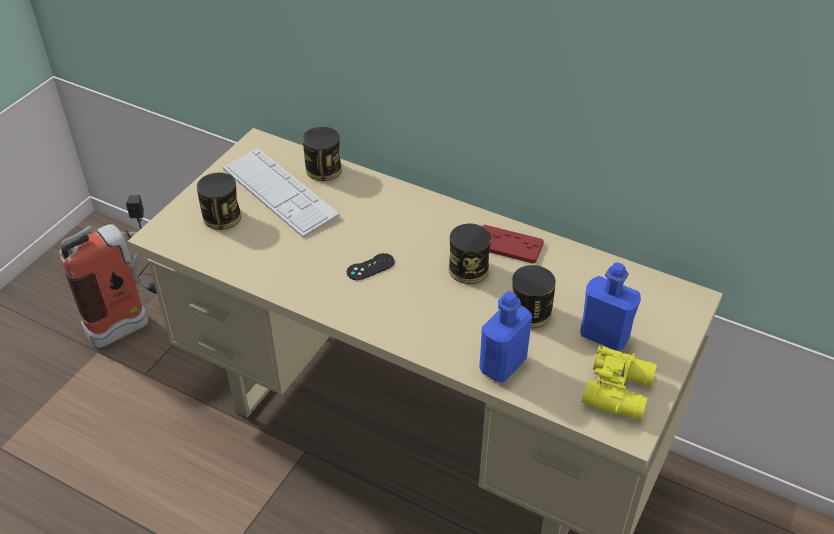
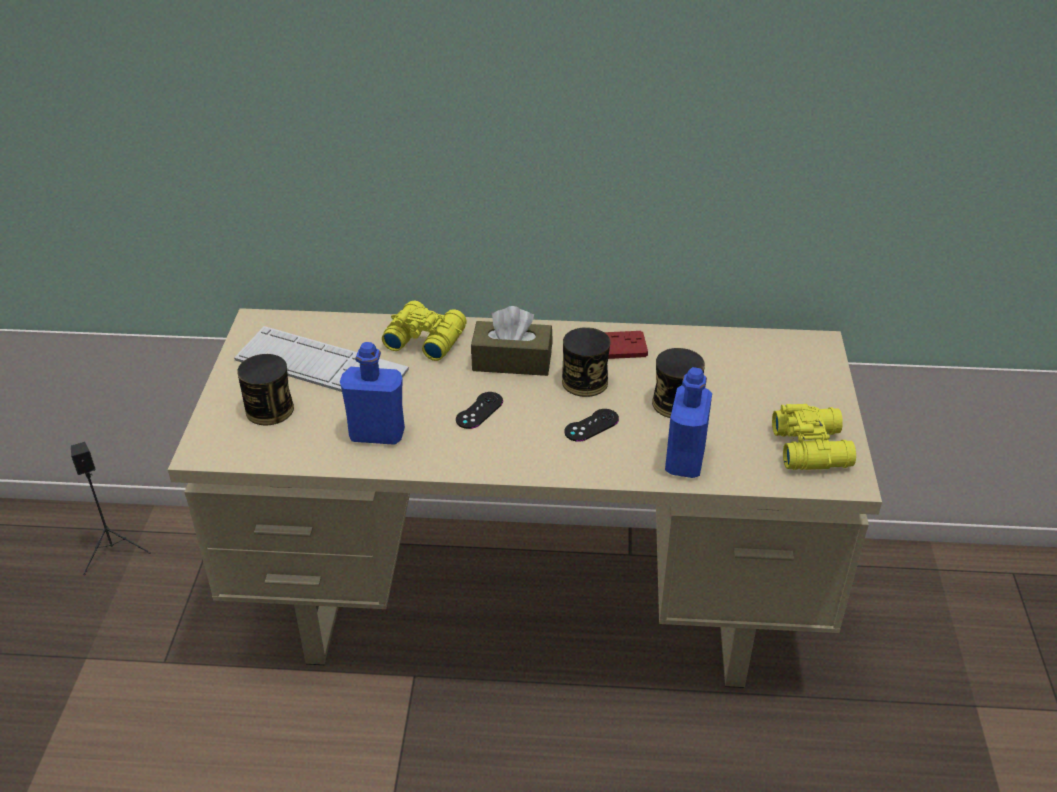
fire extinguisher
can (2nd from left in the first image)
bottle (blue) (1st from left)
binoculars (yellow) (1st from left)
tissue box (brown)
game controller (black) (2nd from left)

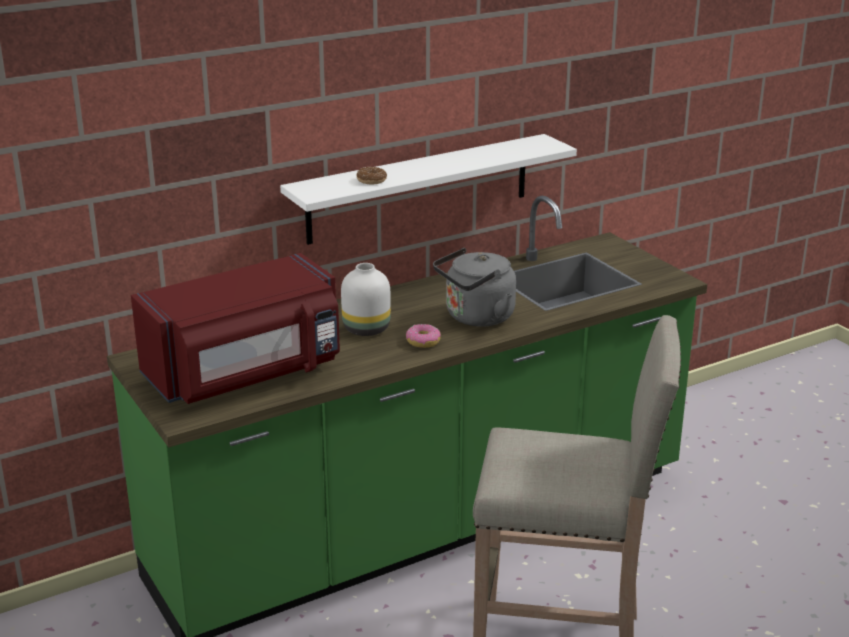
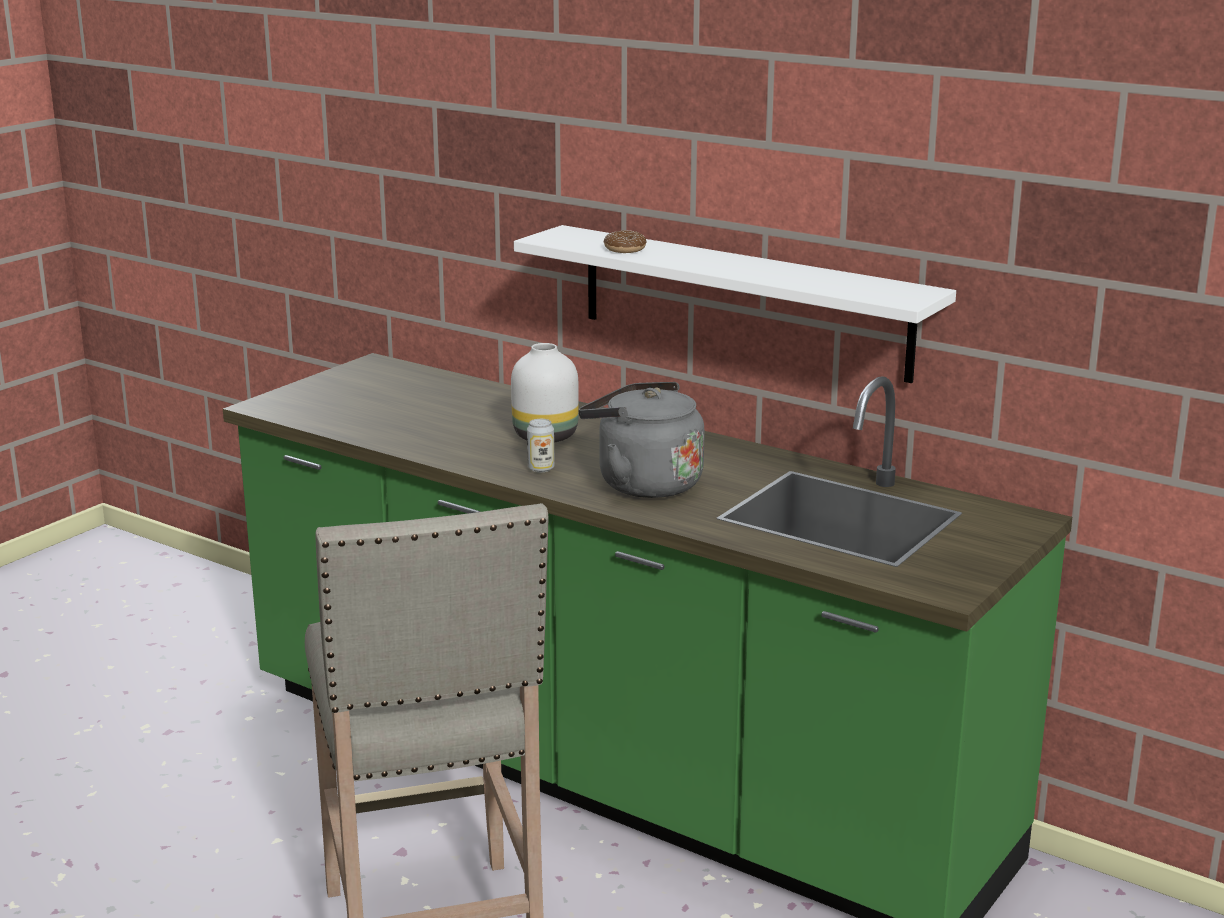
microwave (red)
can

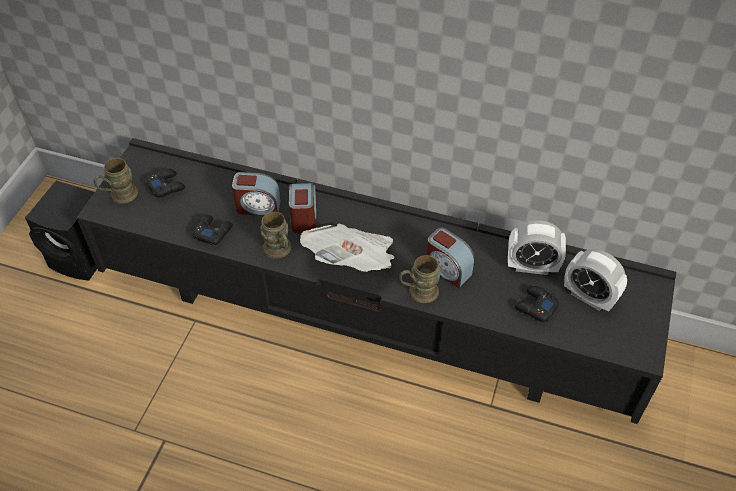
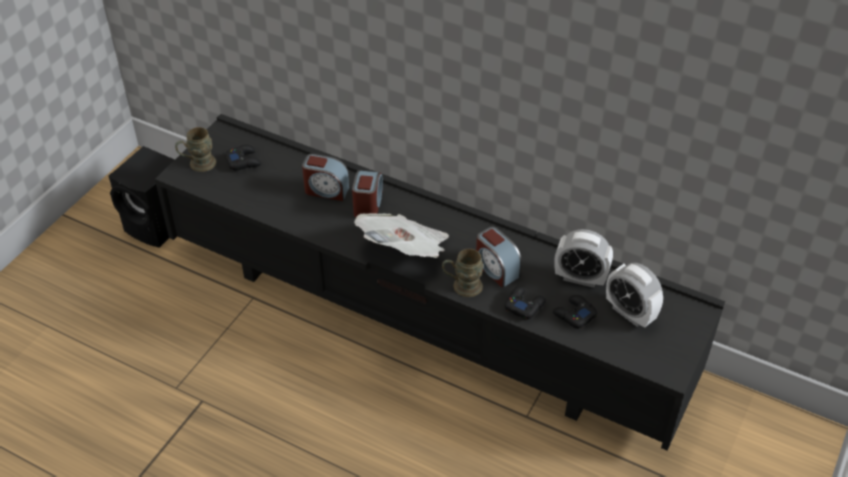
game controller (black) (2nd from left)
mug (brown) (2nd from left in the first image)

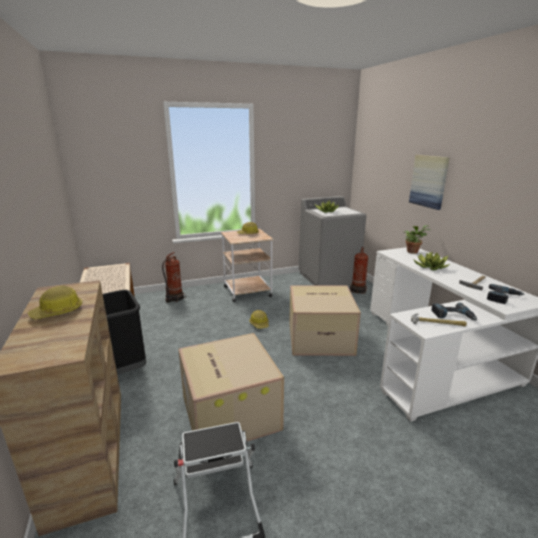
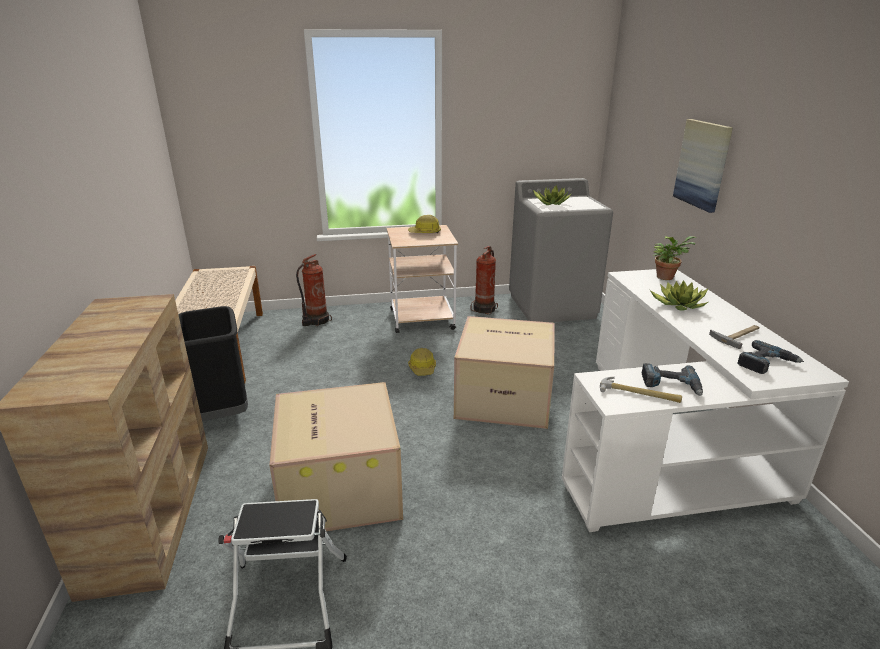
hard hat (1st from left in the first image)
fire extinguisher (2nd from left)

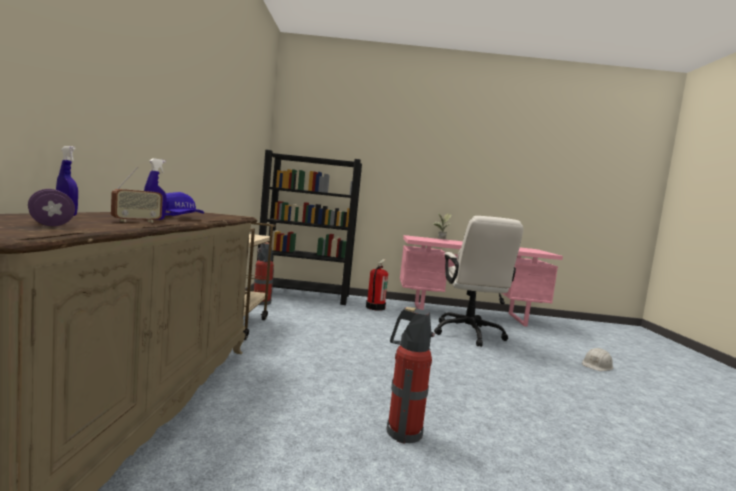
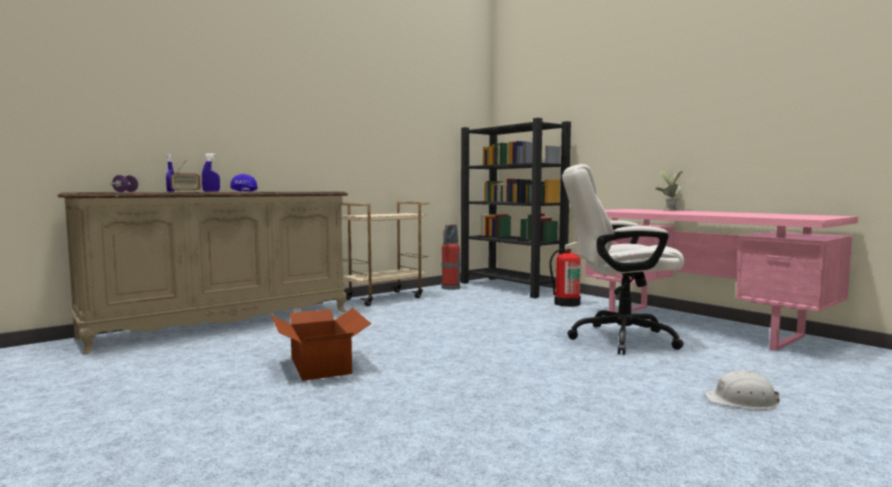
cardboard box
office chair (white)

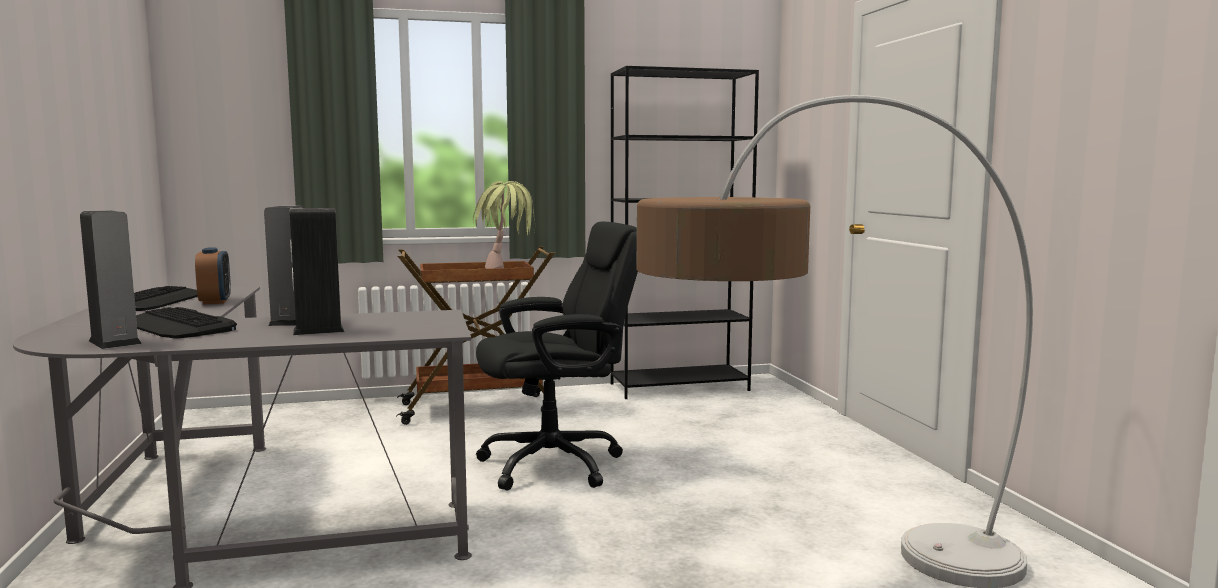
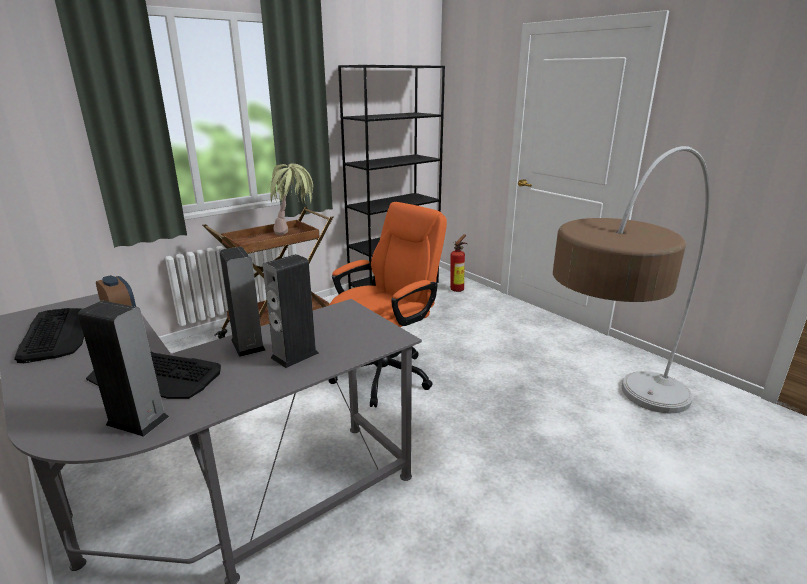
office chair (orange)
fire extinguisher

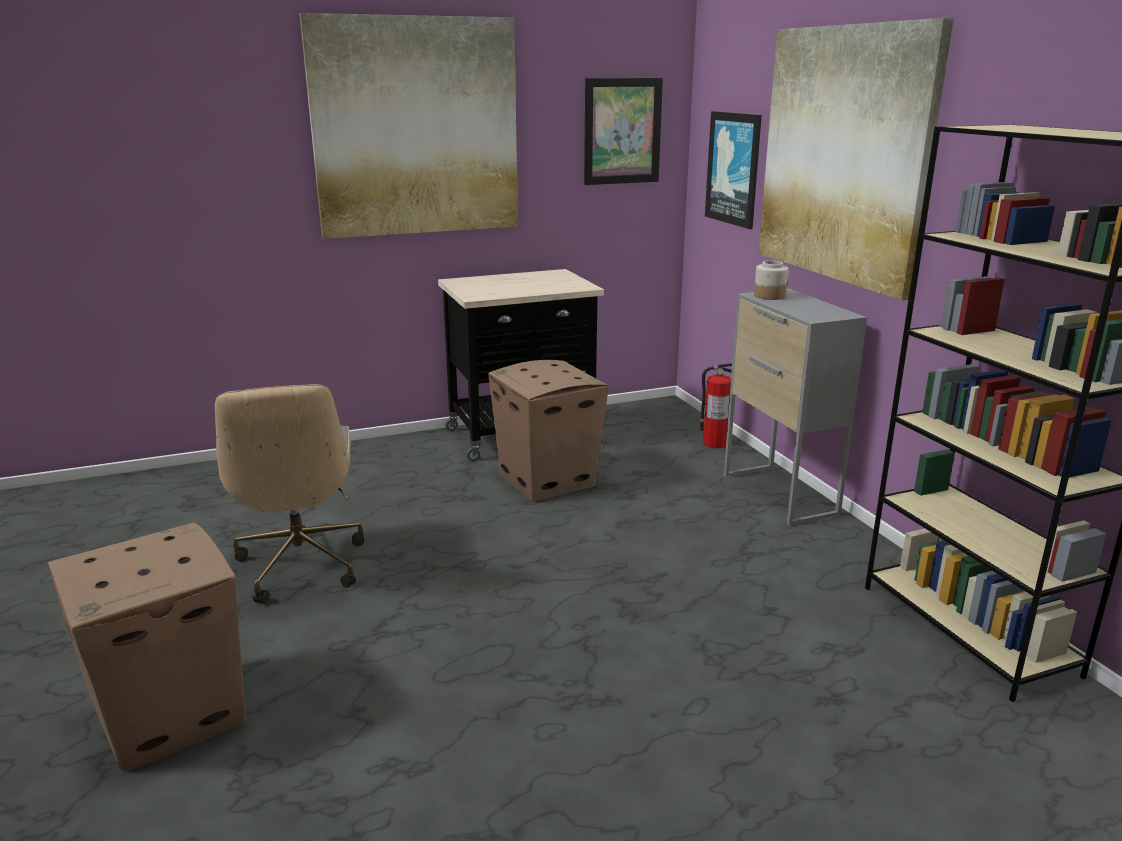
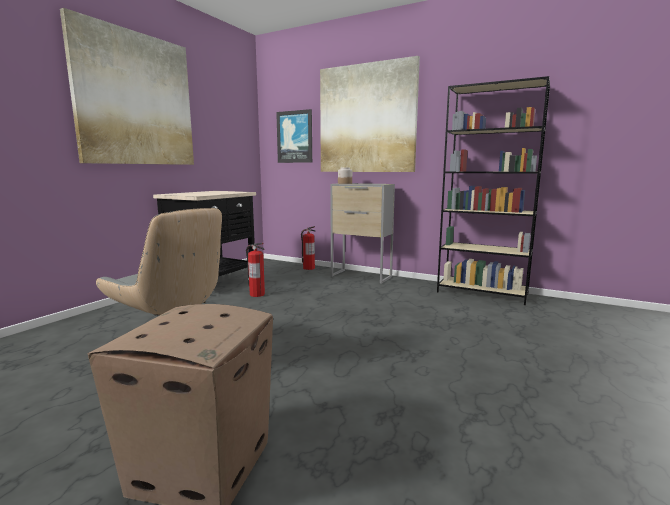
fire extinguisher (1st from left)
picture (2nd from left in the first image)

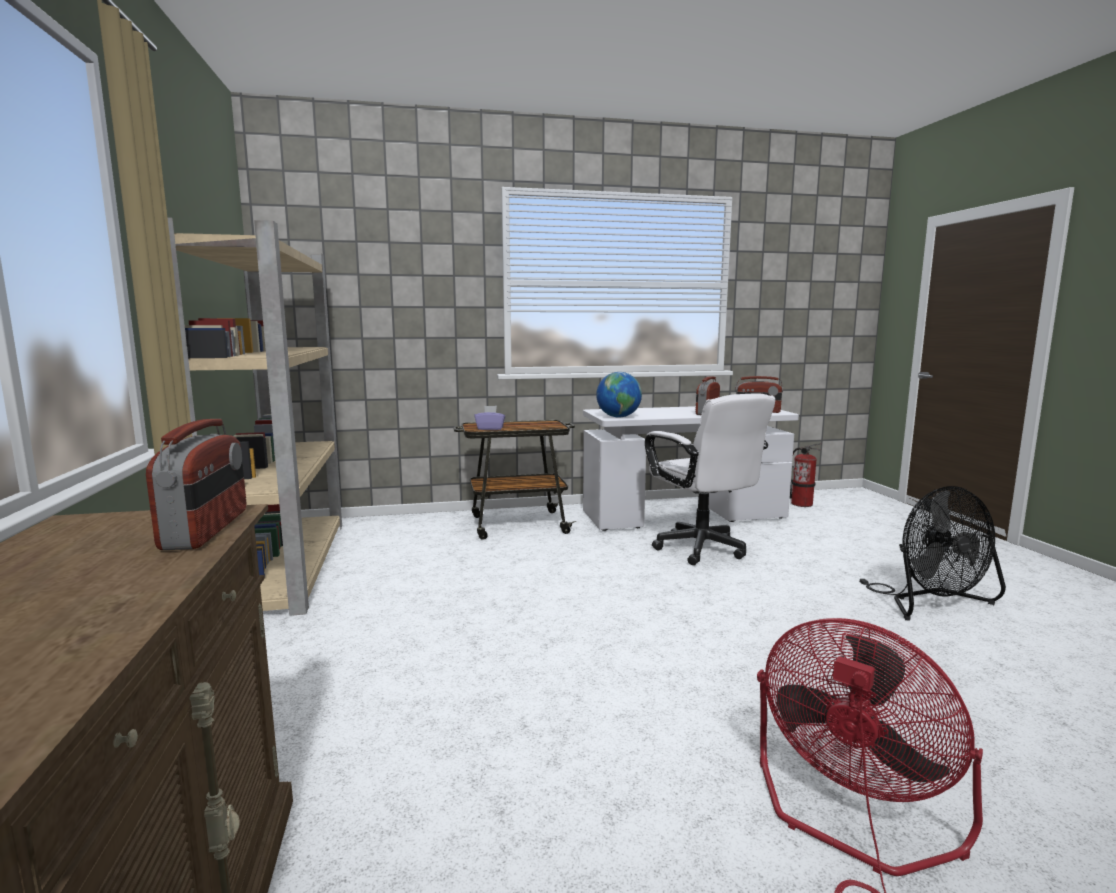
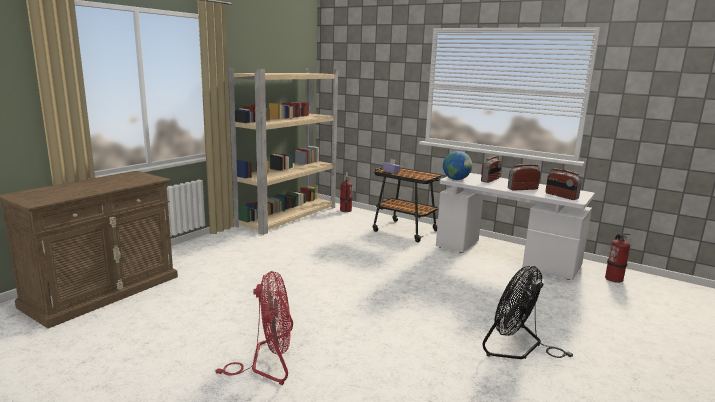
radio (1st from left)
office chair (white)
fan (black)
fire extinguisher (1st from left)

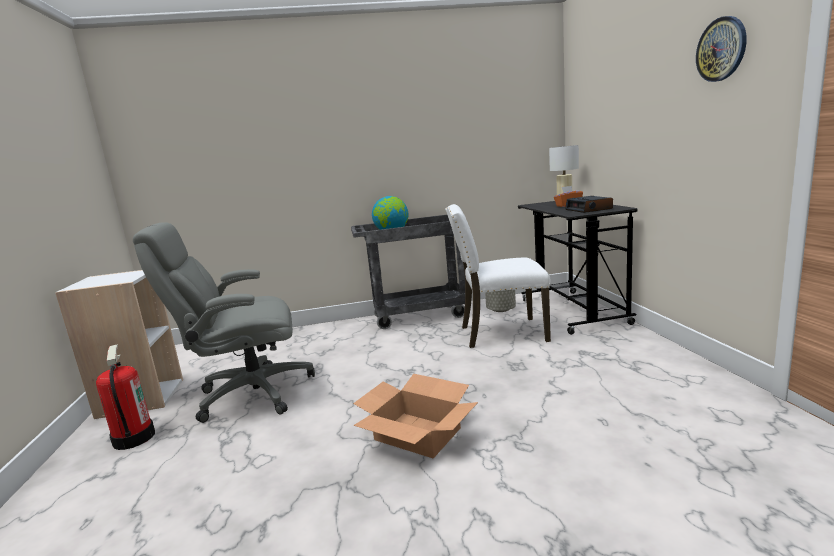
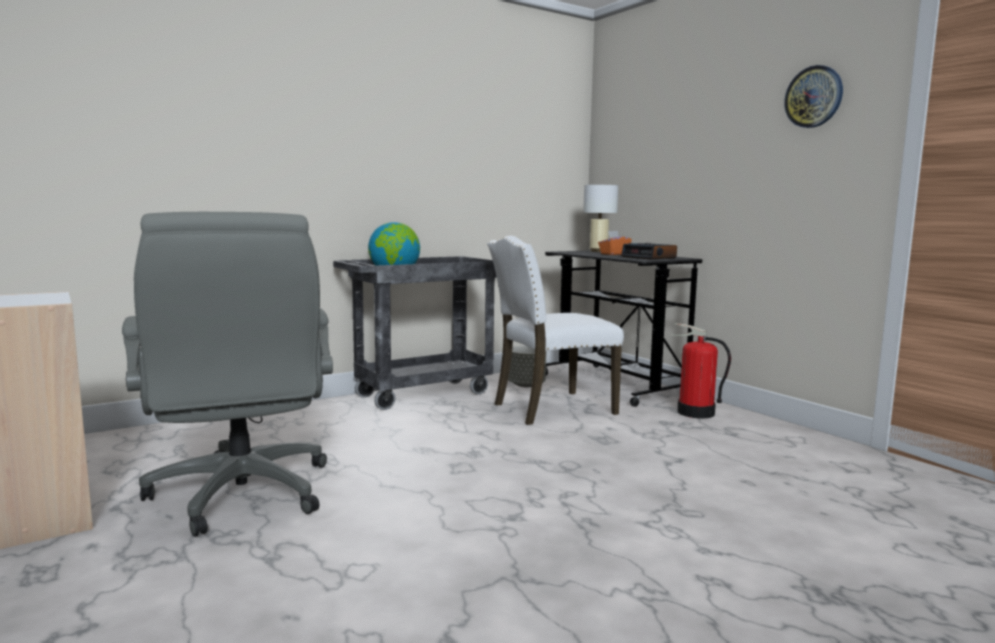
fire extinguisher
office chair (grey)
cardboard box

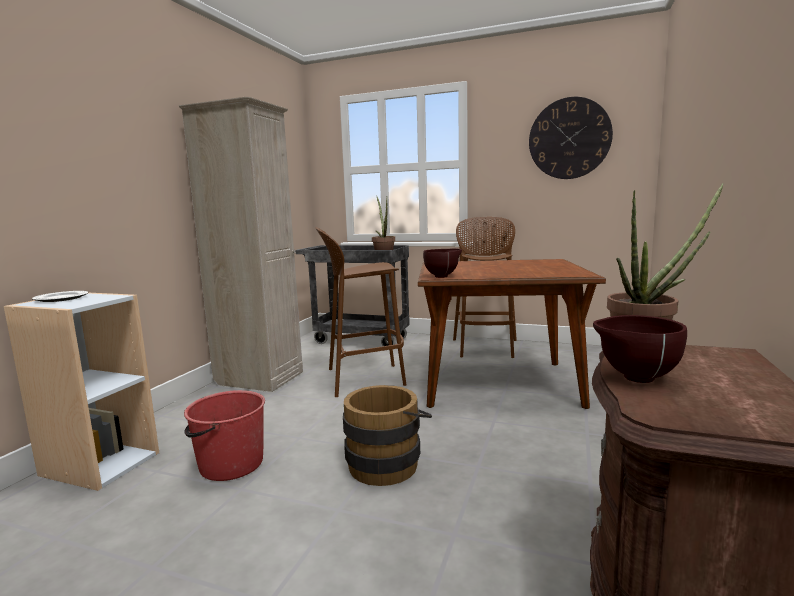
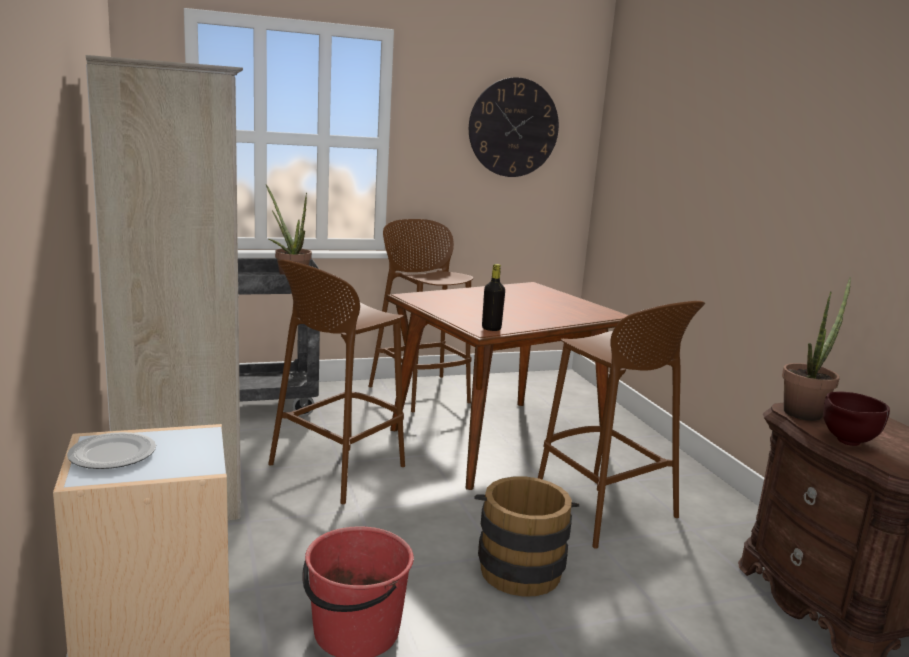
bottle (black)
stool (brown) (3rd from left)

